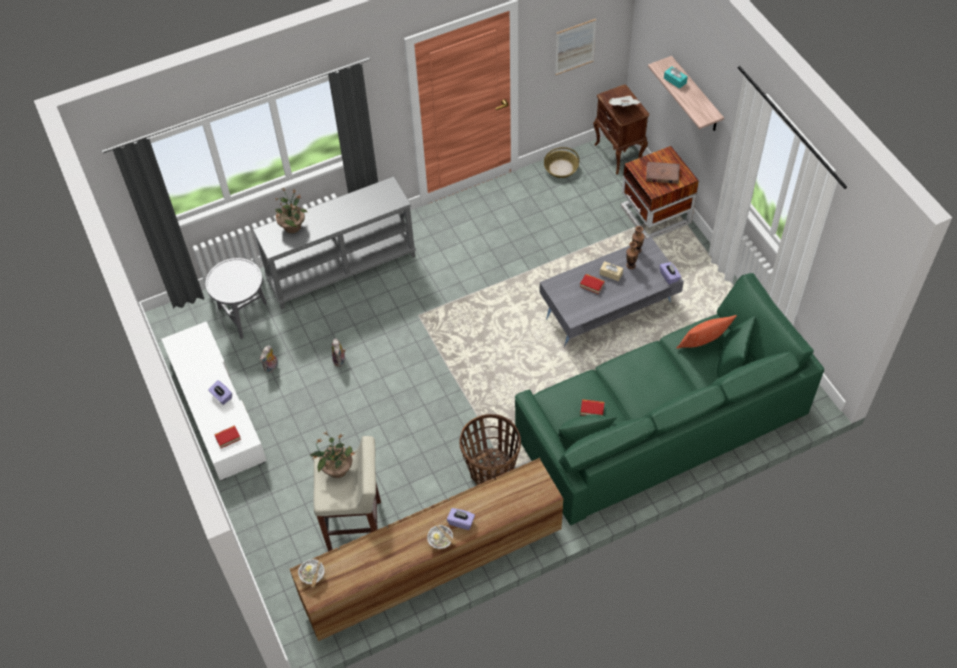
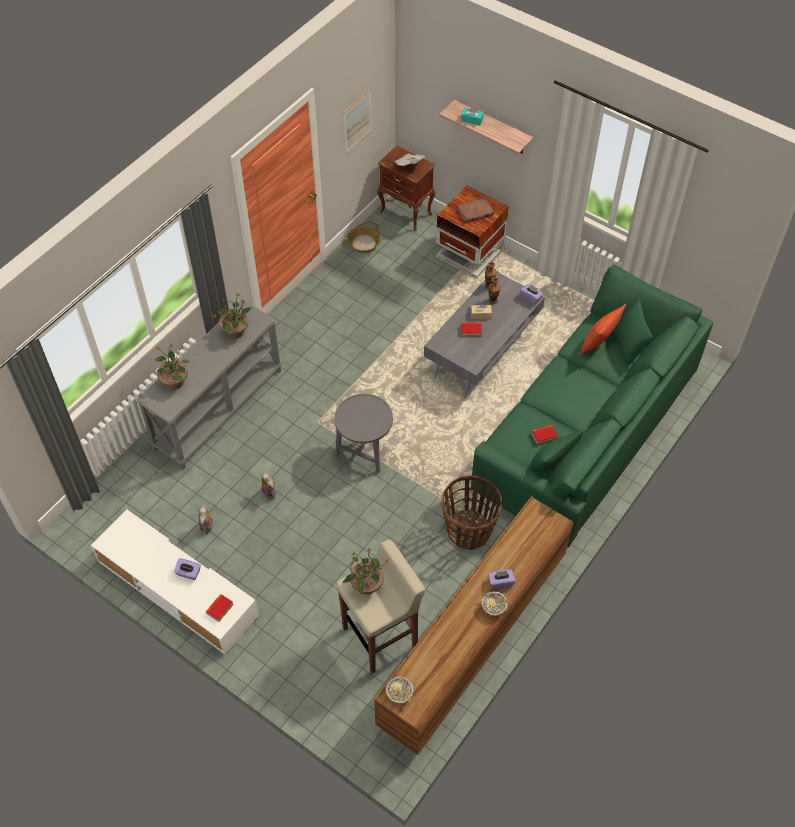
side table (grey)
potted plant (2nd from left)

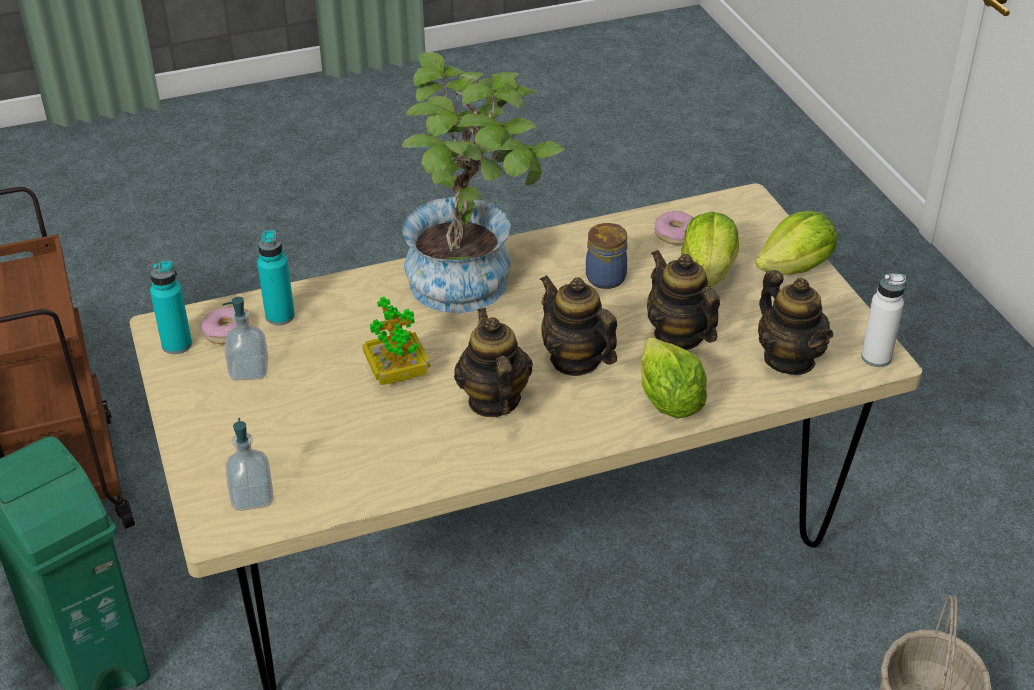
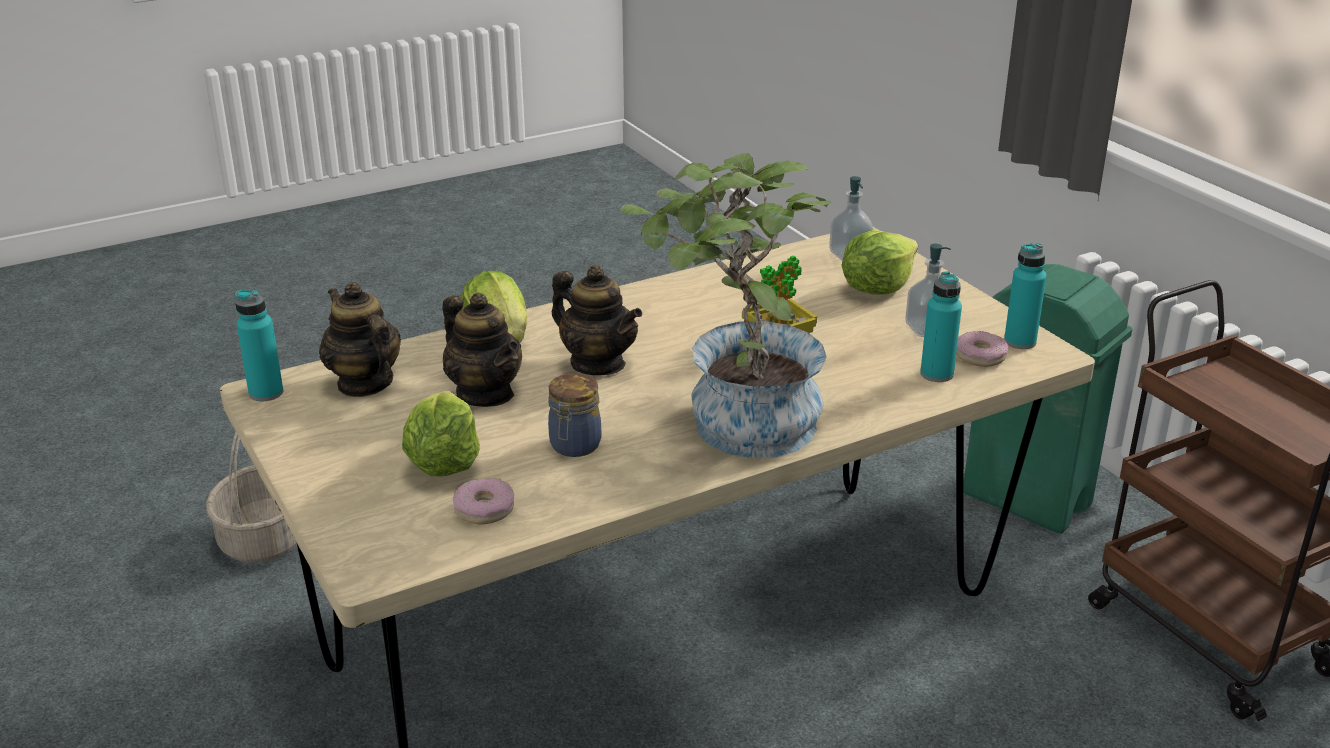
teapot (1st from left in the first image)
lettuce (3rd from left)
bottle (turquoise) (1st from left)

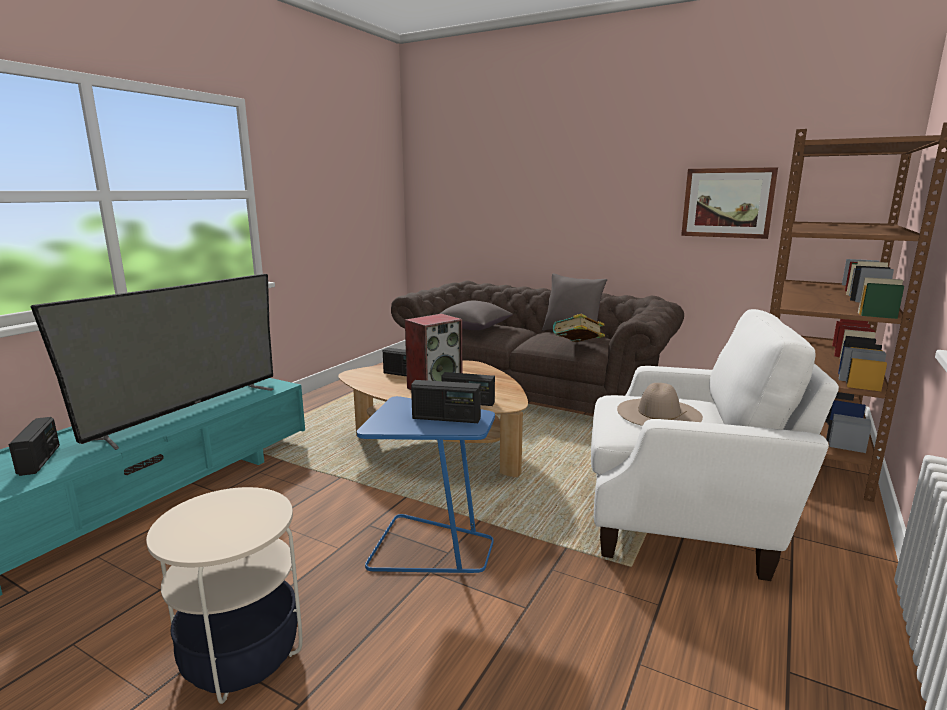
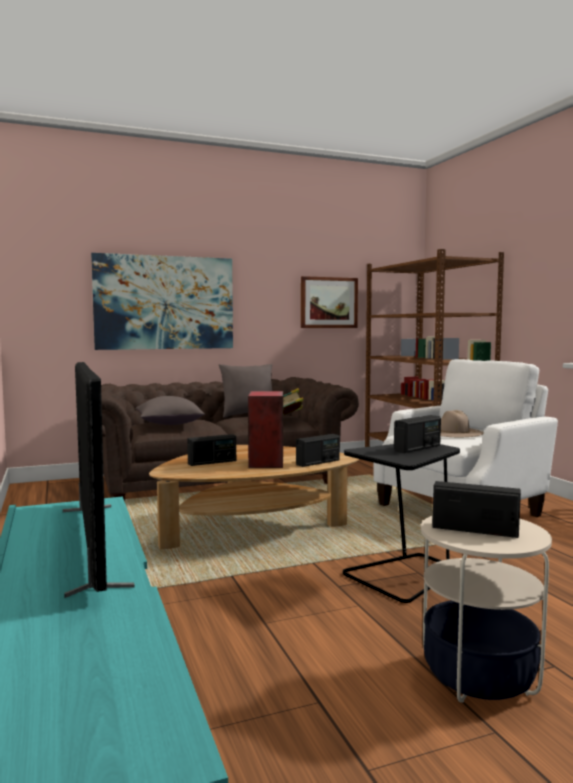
radio (4th from left)
side table (black)
picture (1st from left)

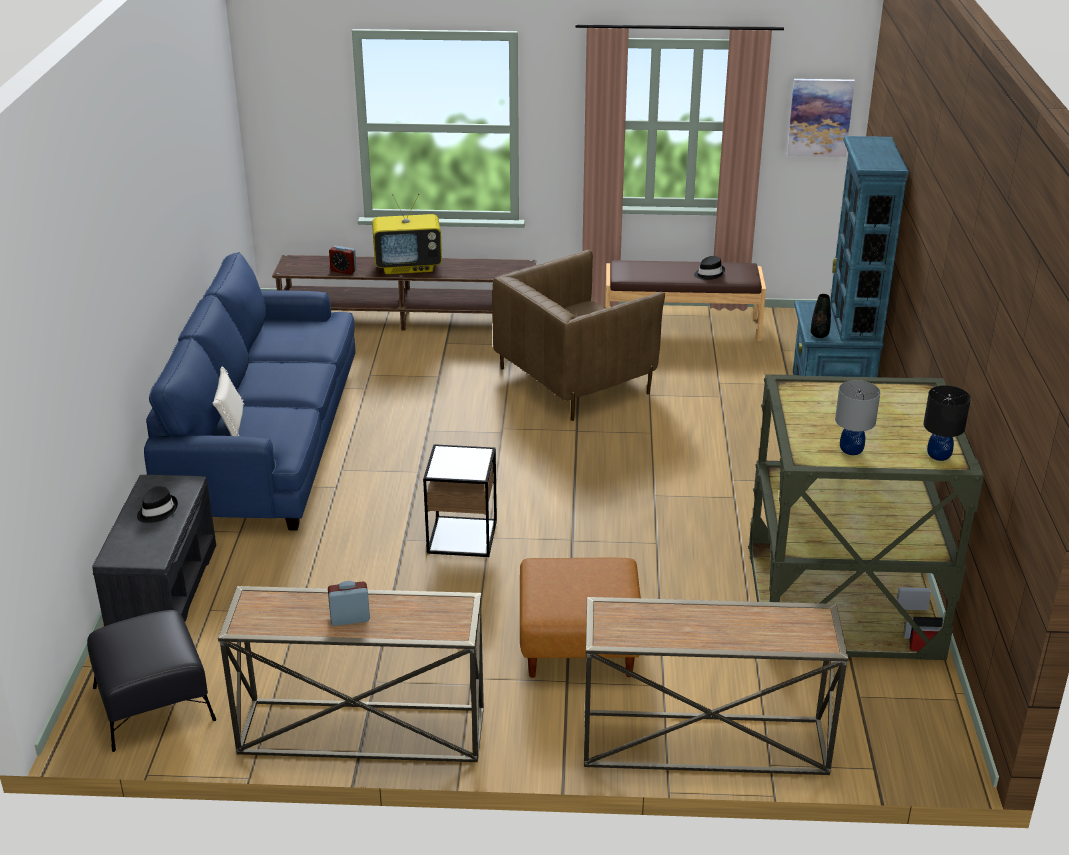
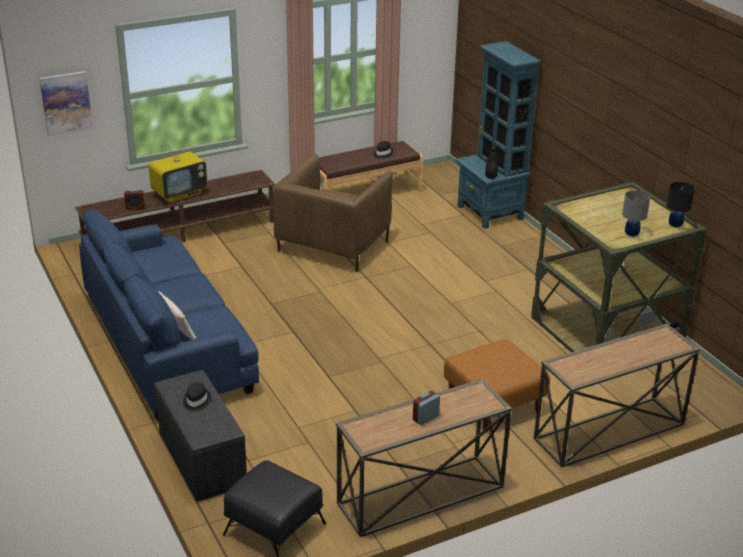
side table
picture

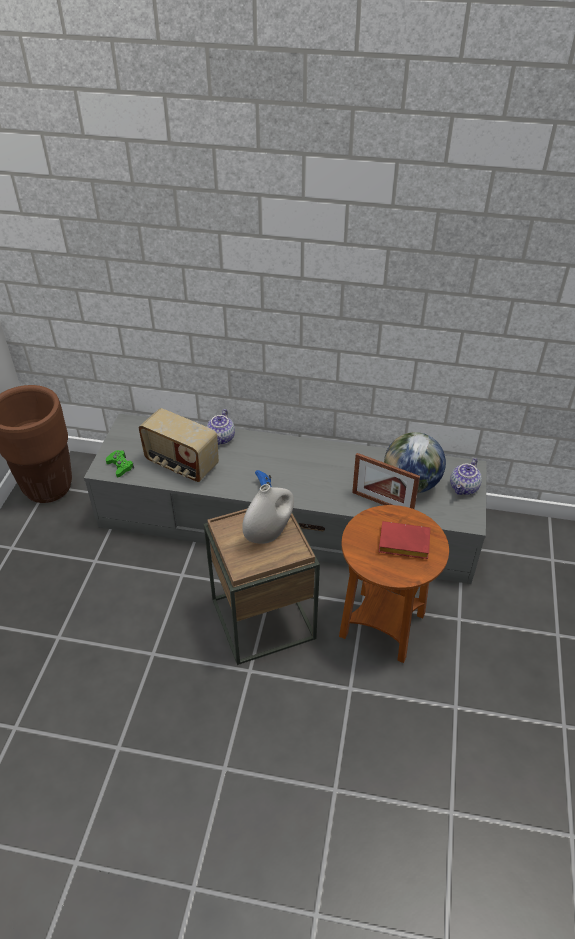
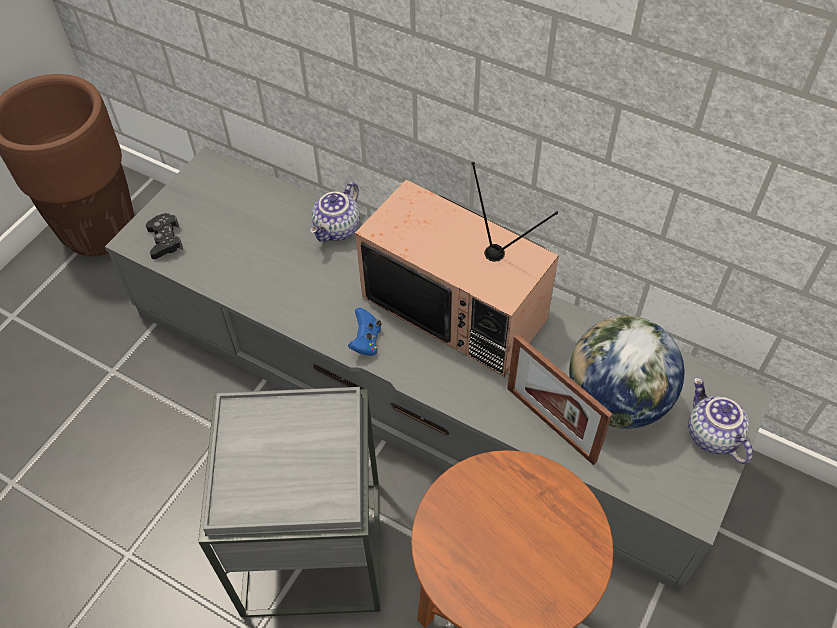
game controller (black)
radio
side table (grey)
vase (white)
book (red)
teapot (2nd from left)
television

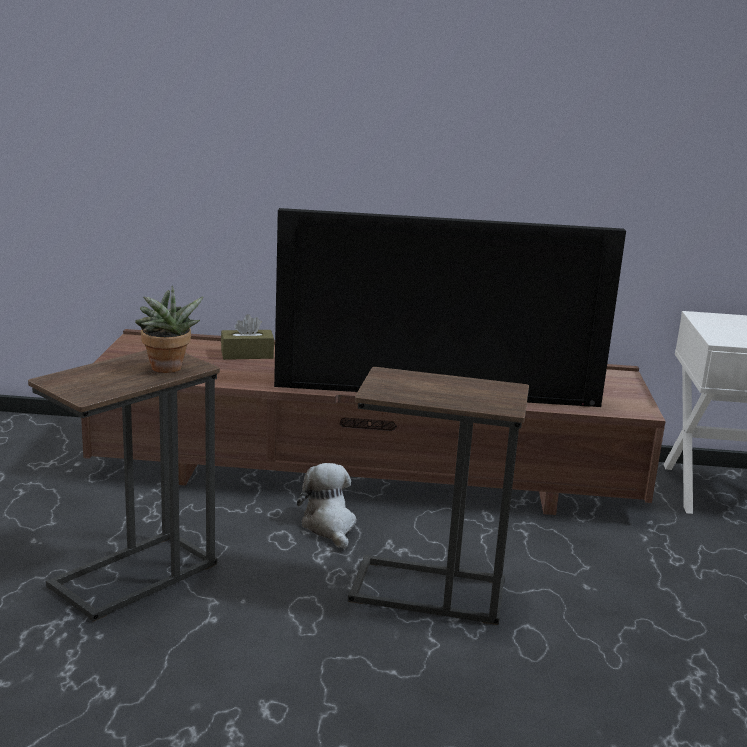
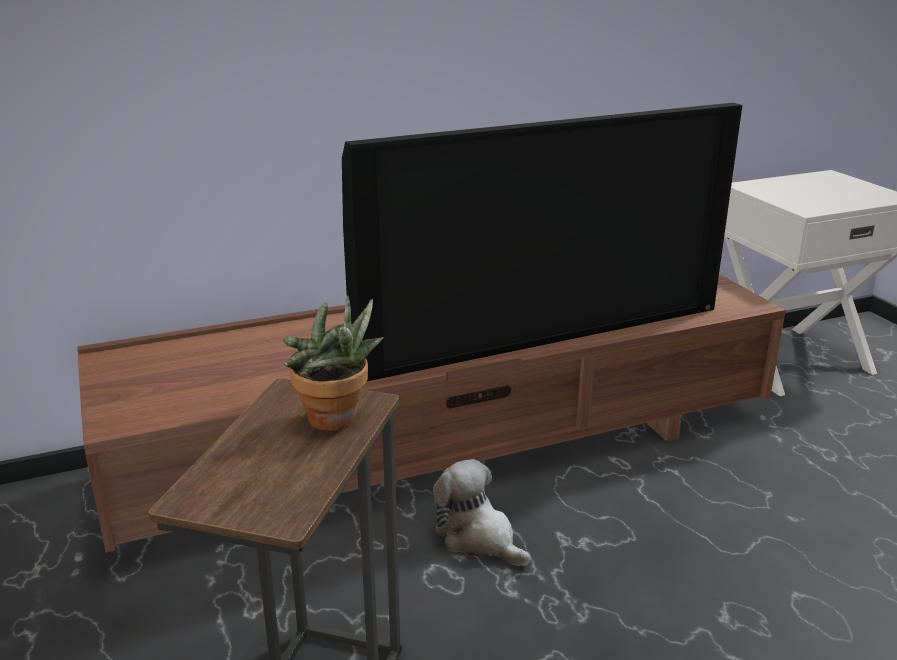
tissue box (brown)
side table (brown) (2nd from left in the first image)

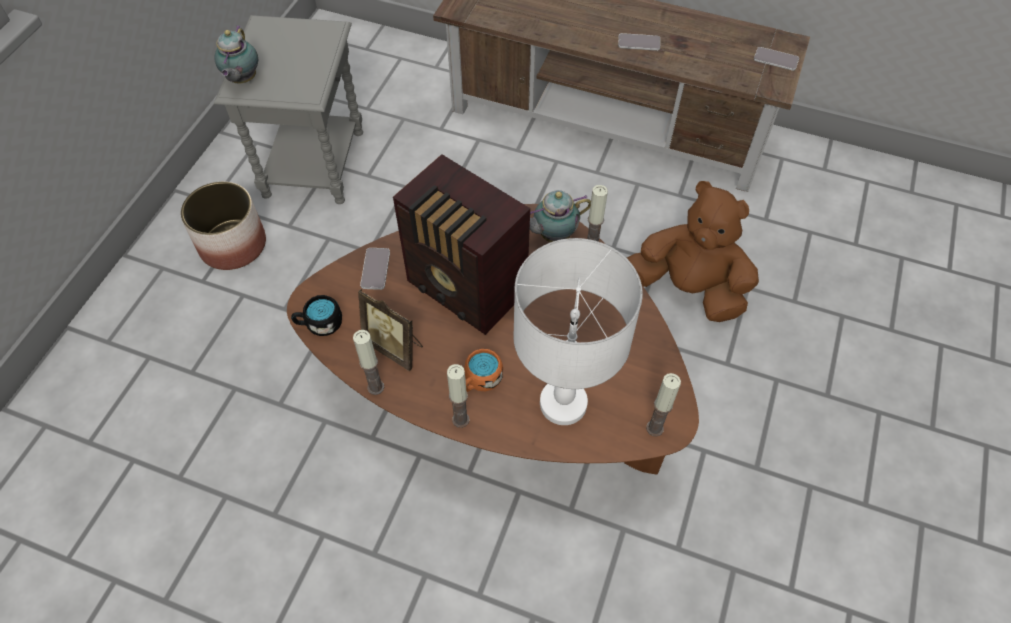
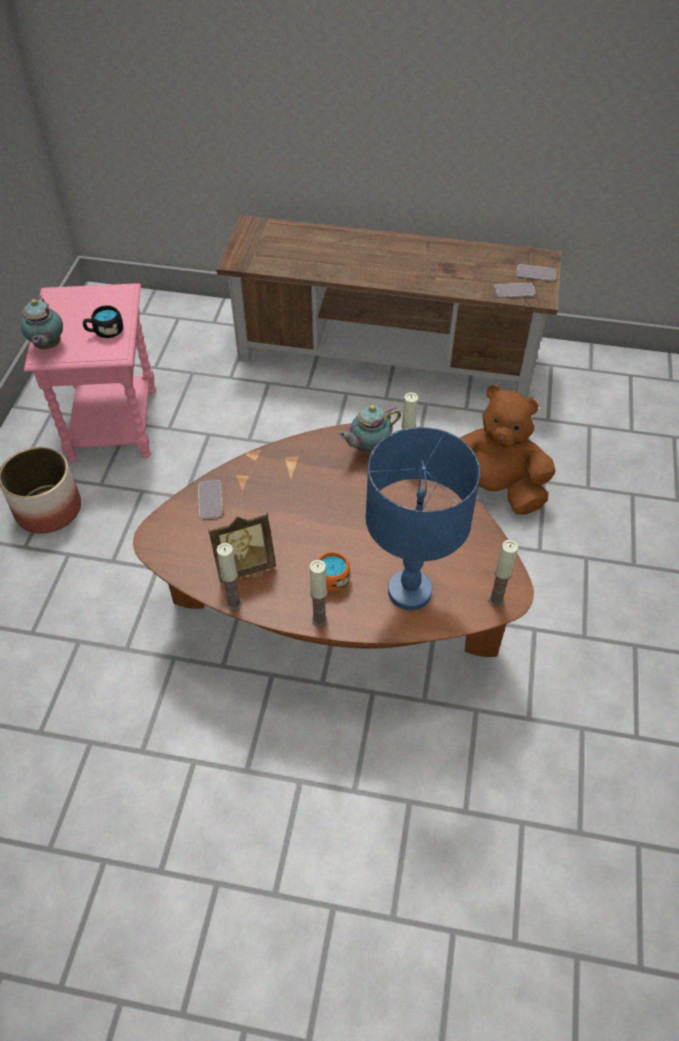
side table (pink)
mug (black)
picture frame
radio
table lamp (blue)
phone (2nd from left)

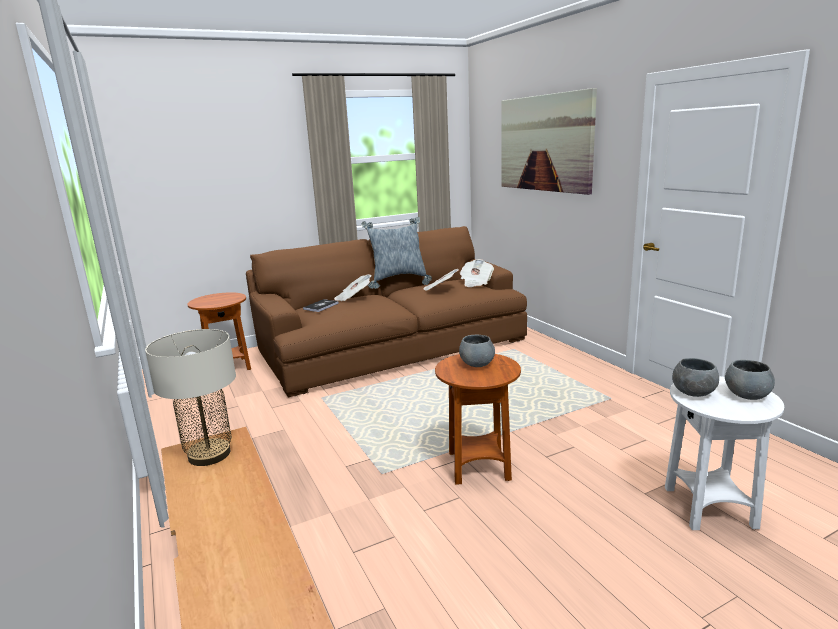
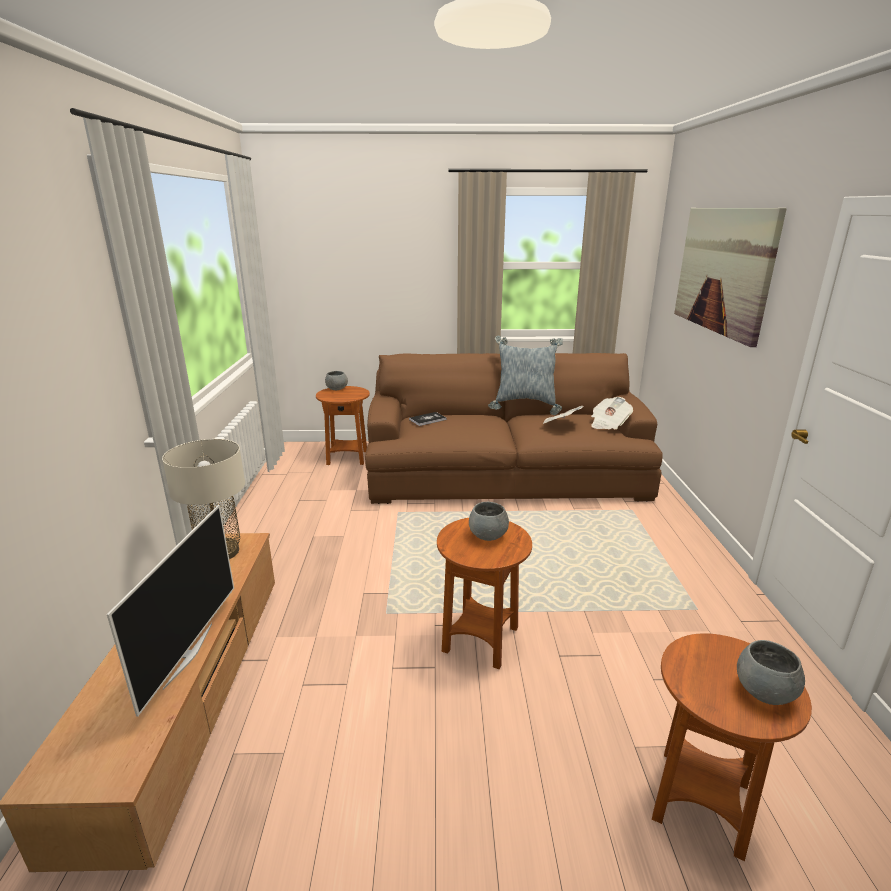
newspaper (1st from left in the first image)
side table (brown) (3rd from left)
bowl (grey) (1st from left)
television

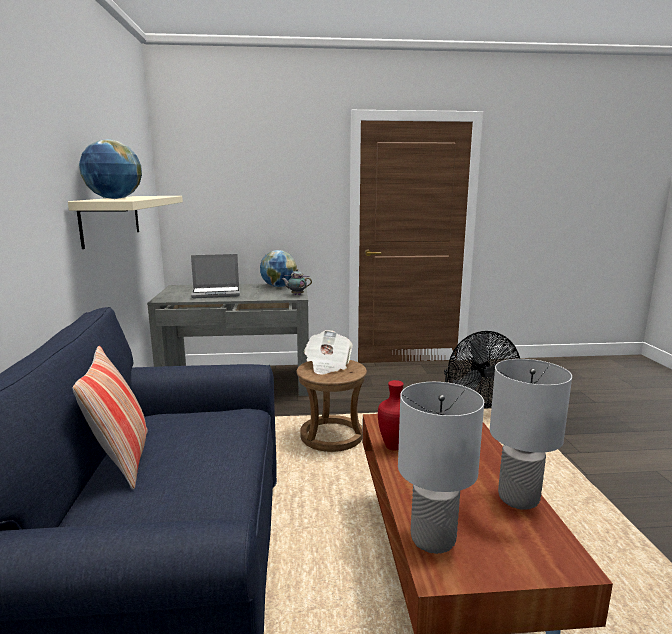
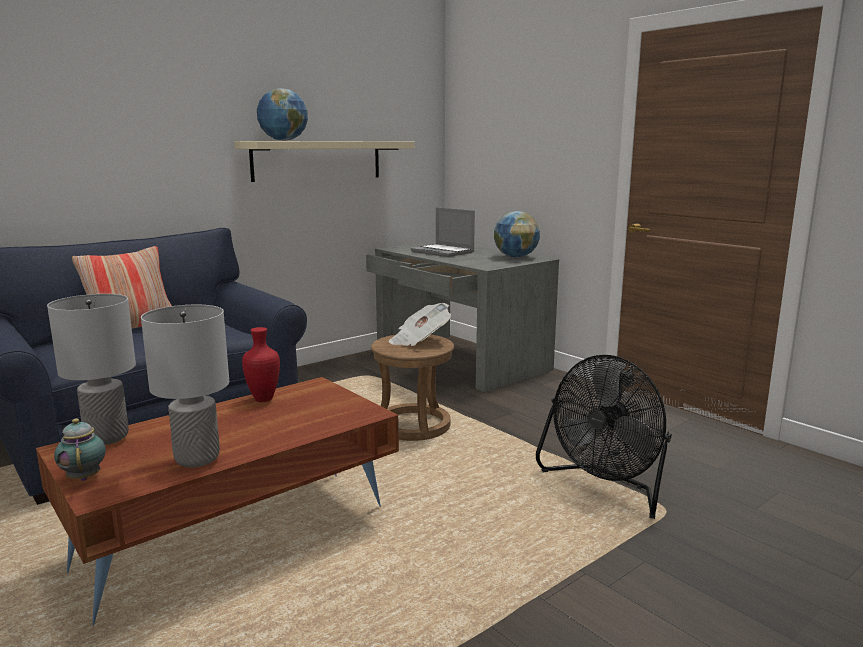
teapot

